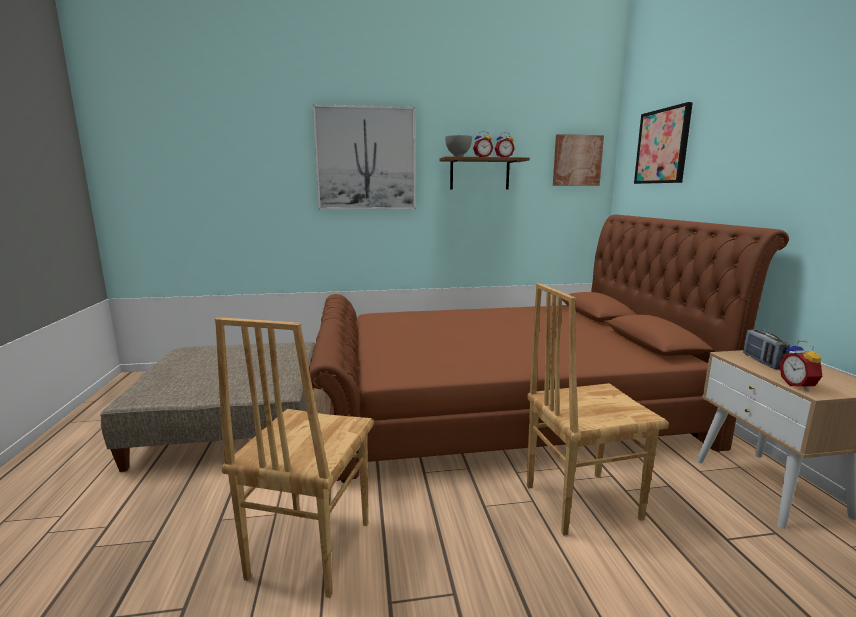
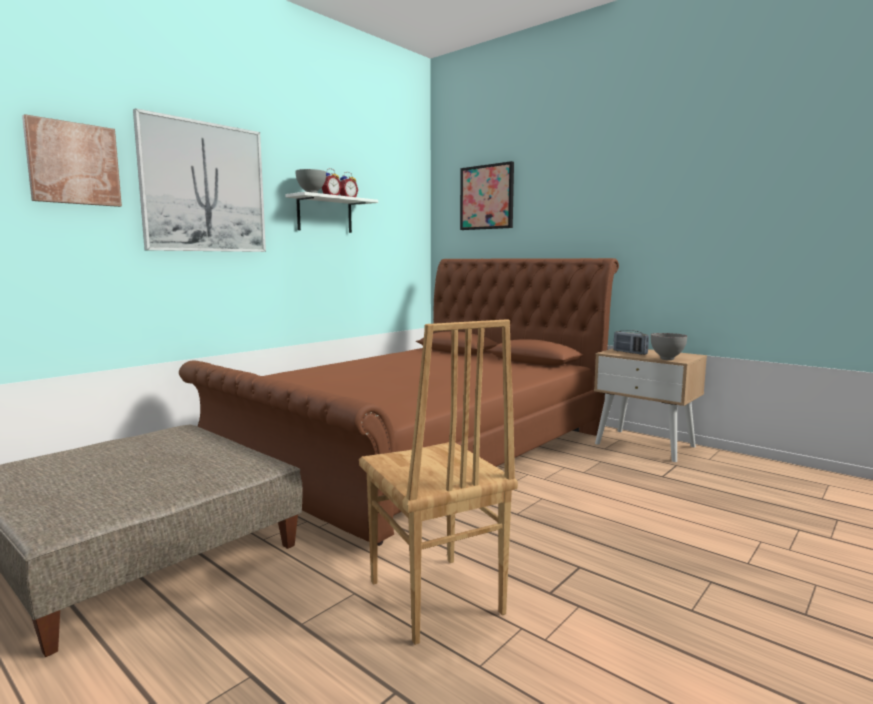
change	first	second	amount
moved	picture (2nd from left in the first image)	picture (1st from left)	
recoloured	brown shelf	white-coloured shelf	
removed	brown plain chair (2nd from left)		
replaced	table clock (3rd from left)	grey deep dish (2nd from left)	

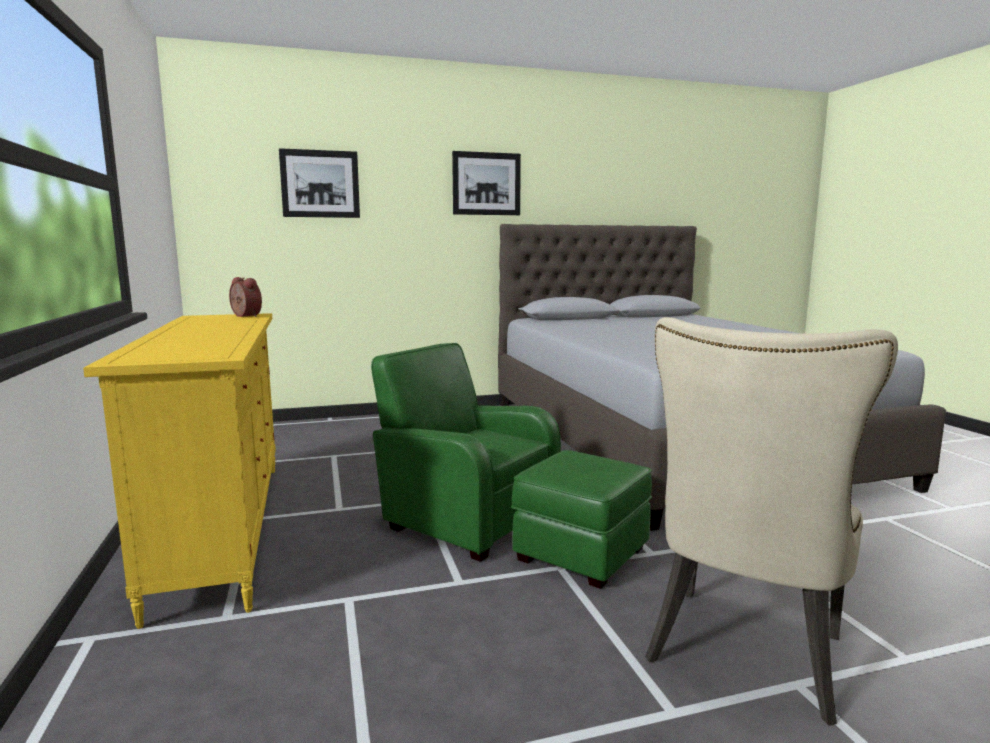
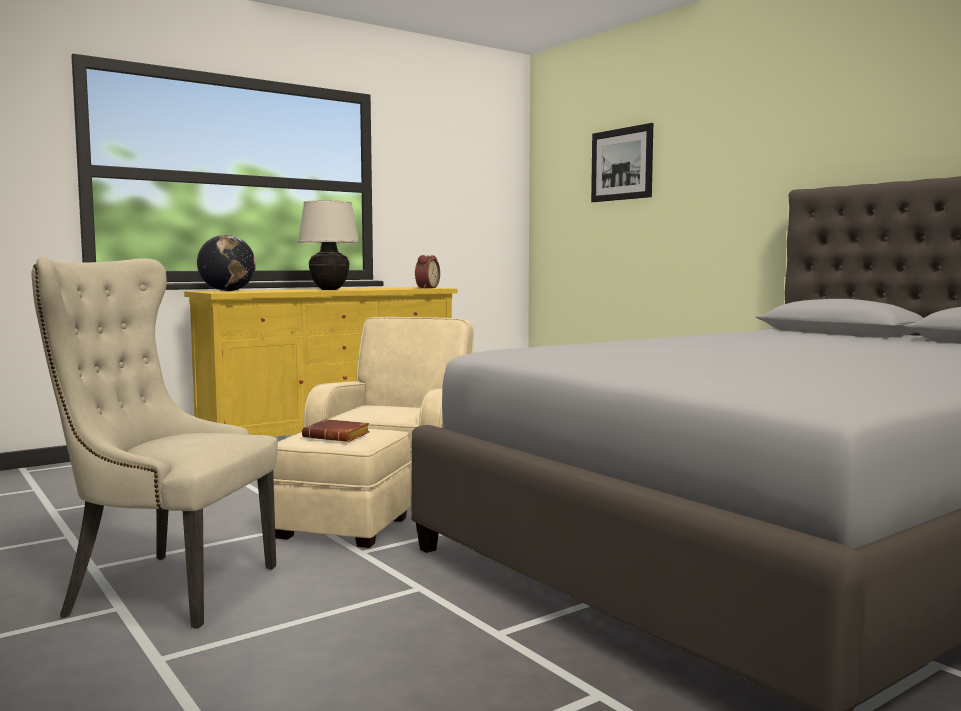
change	first	second	amount
removed	picture (2nd from left)		
recoloured	greenish armchair	beige armchair	
added		beige lamp for a table	
added		world globe	
added		brown book	

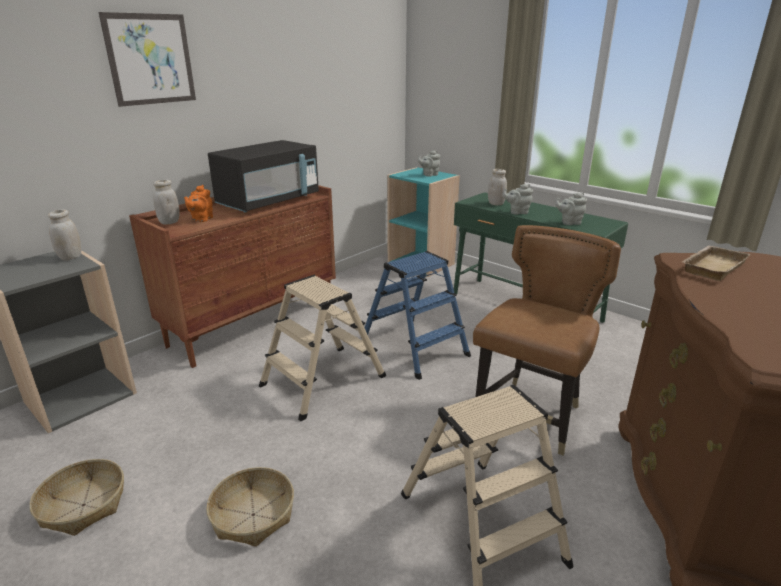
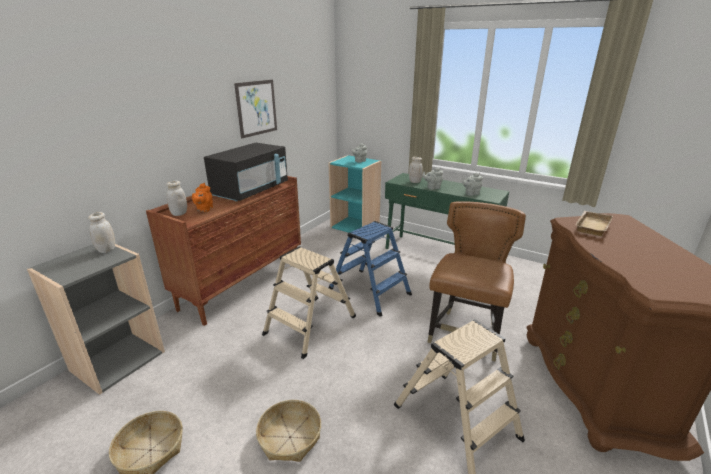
change	first	second	amount
moved	picture		

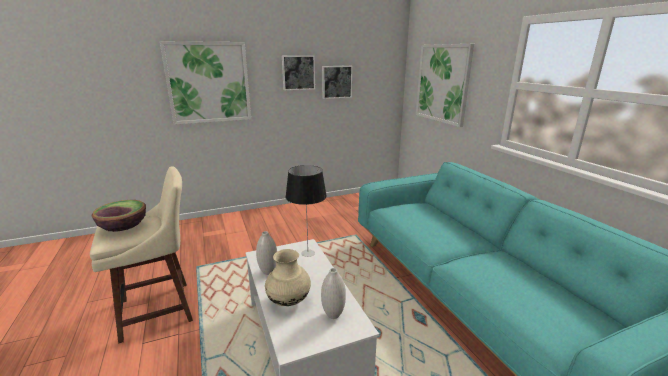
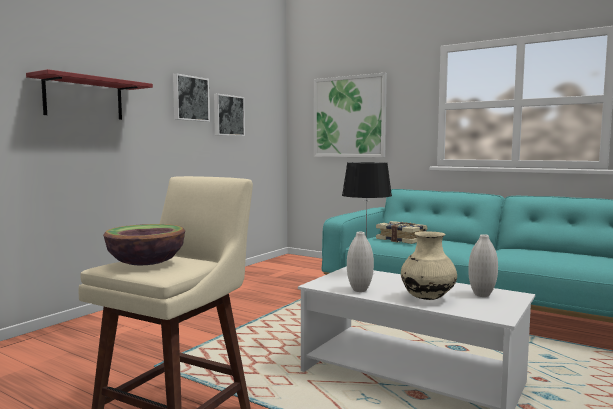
change	first	second	amount
replaced	picture (1st from left)	red shelf	
added		book	

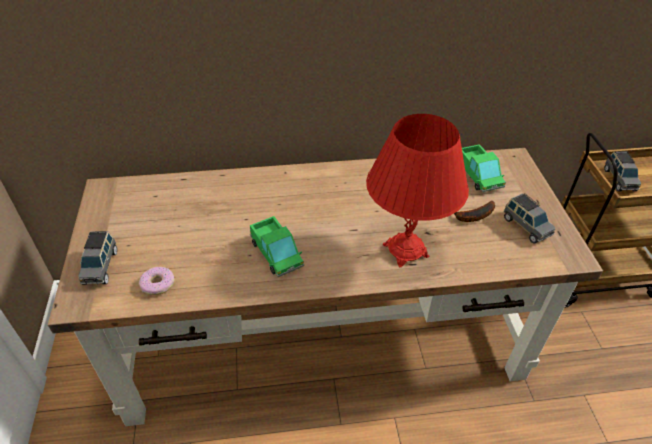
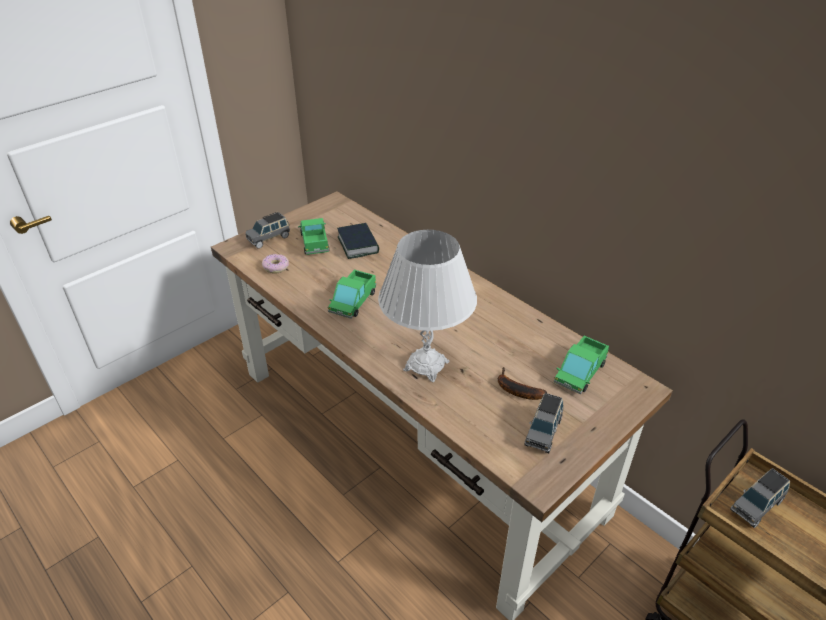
change	first	second	amount
recoloured	red lamp for a table	white-coloured lamp for a table	
added		toy lorry (1st from left)	
added		book	

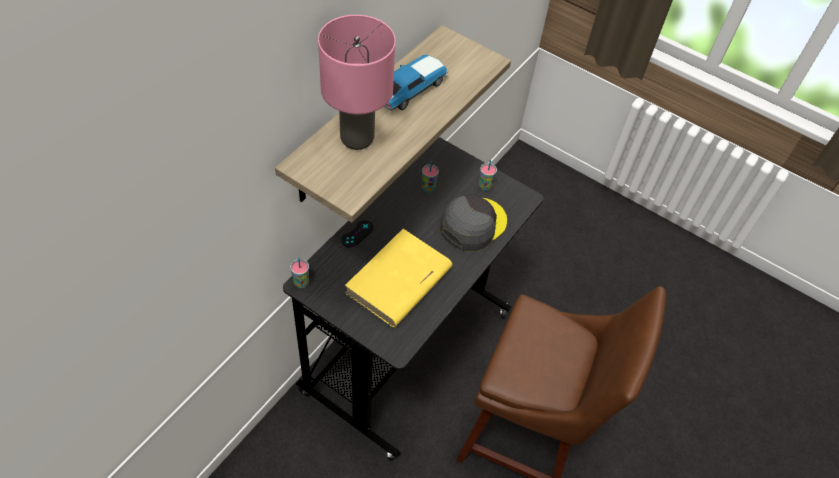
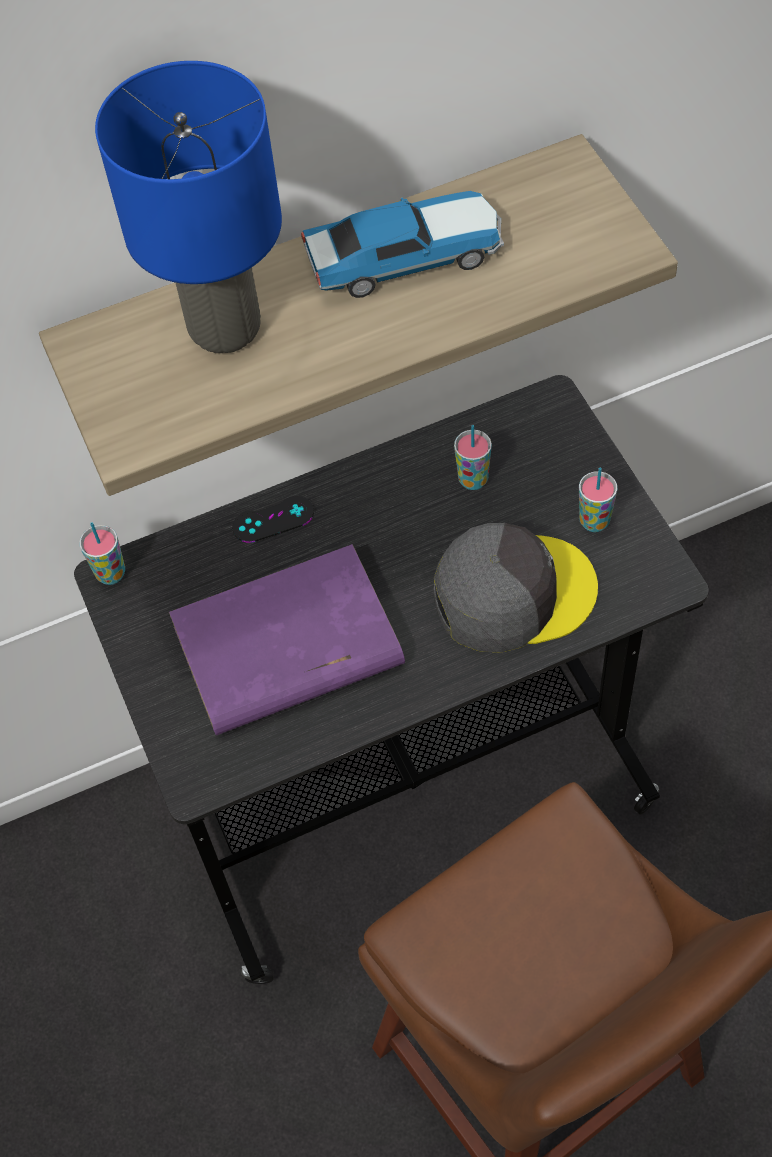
change	first	second	amount
recoloured	pink lamp for a table	bluish lamp for a table	
recoloured	yellow book	purple-coloured book	

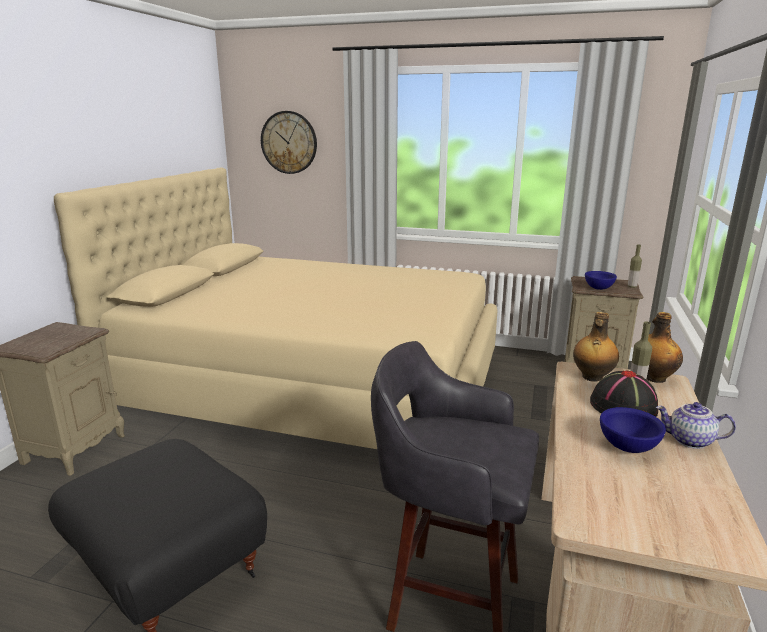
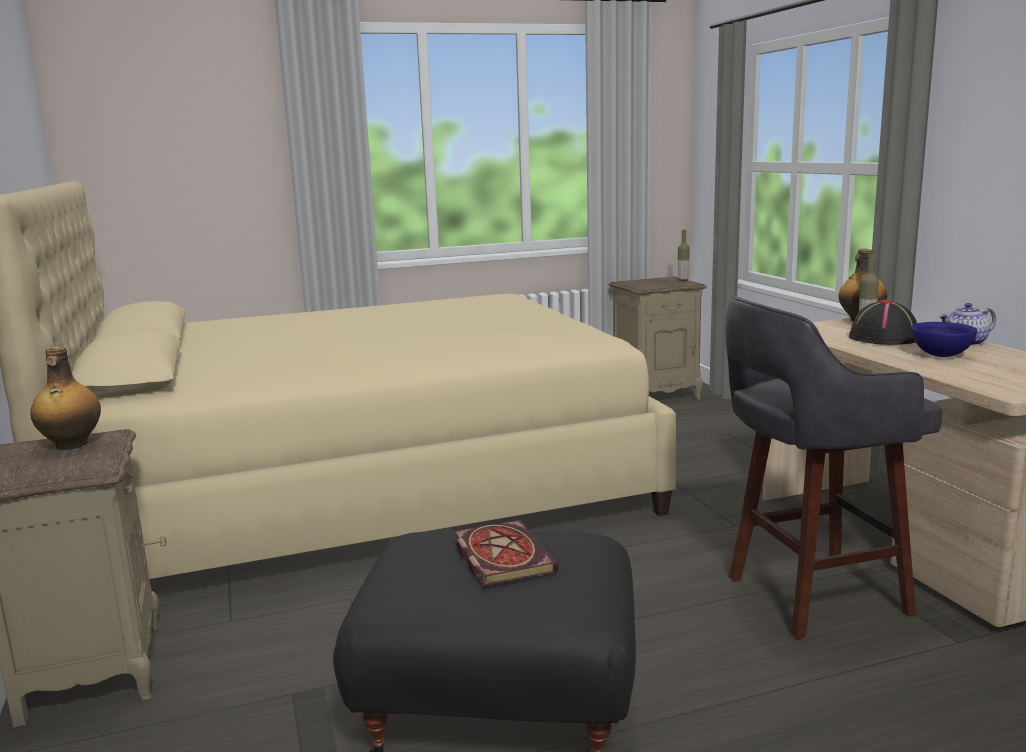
change	first	second	amount
removed	hanging clock		
removed	bluish deep dish (1st from left)		
moved	bottle (1st from left)		
added		book	

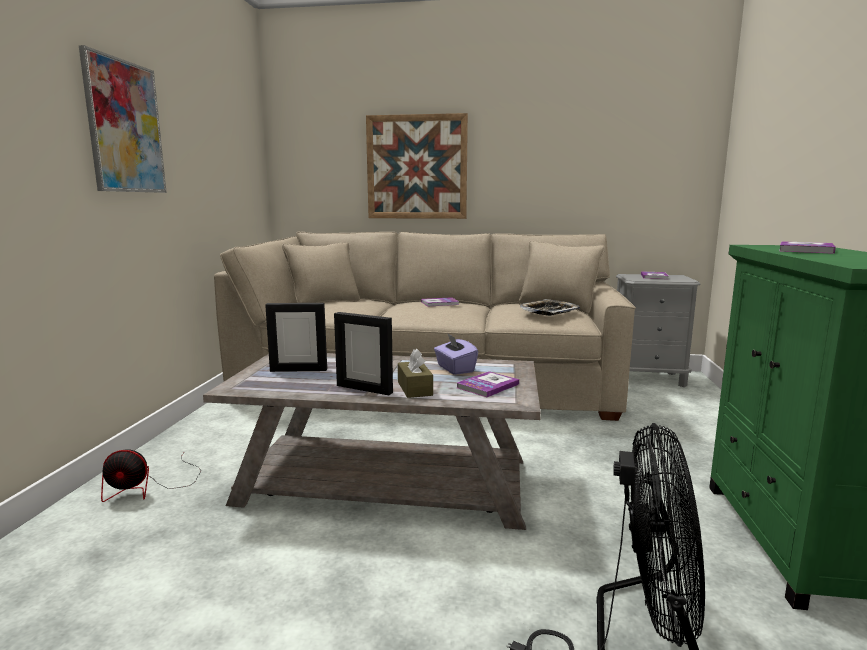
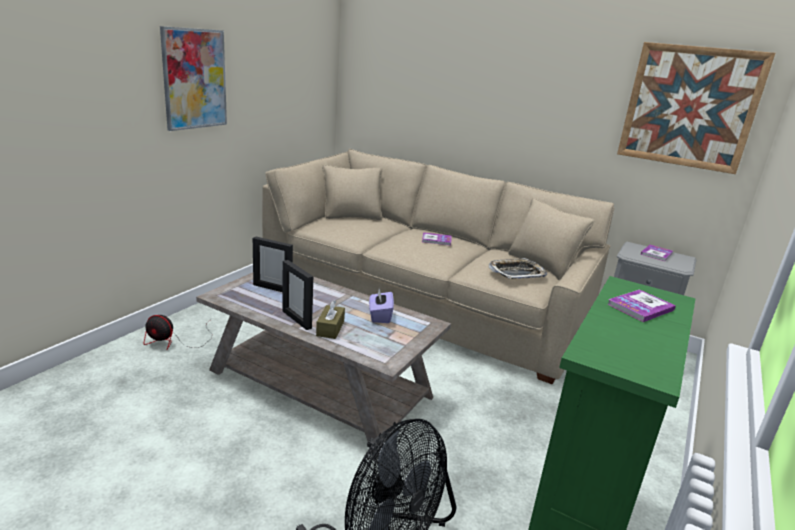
change	first	second	amount
moved	picture (2nd from left)		
removed	book (2nd from left)		

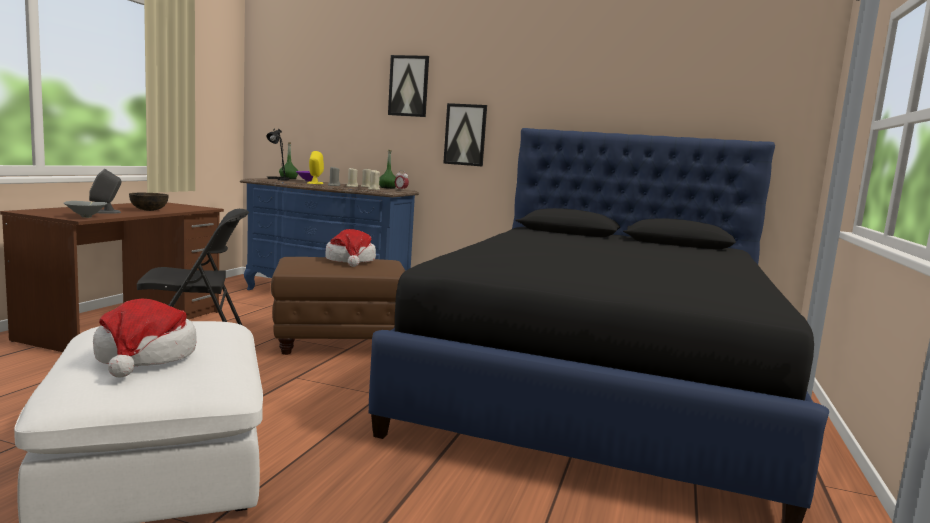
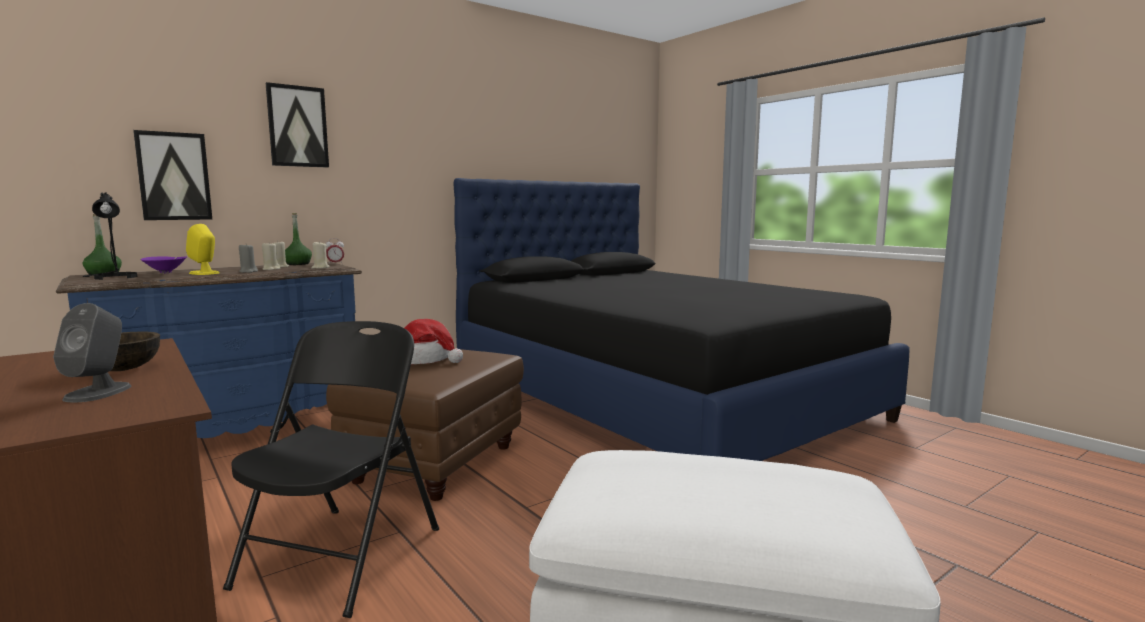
change	first	second	amount
moved	picture (2nd from left in the first image)	picture (1st from left)	
removed	grey deep dish		
removed	wearable hat (1st from left)		

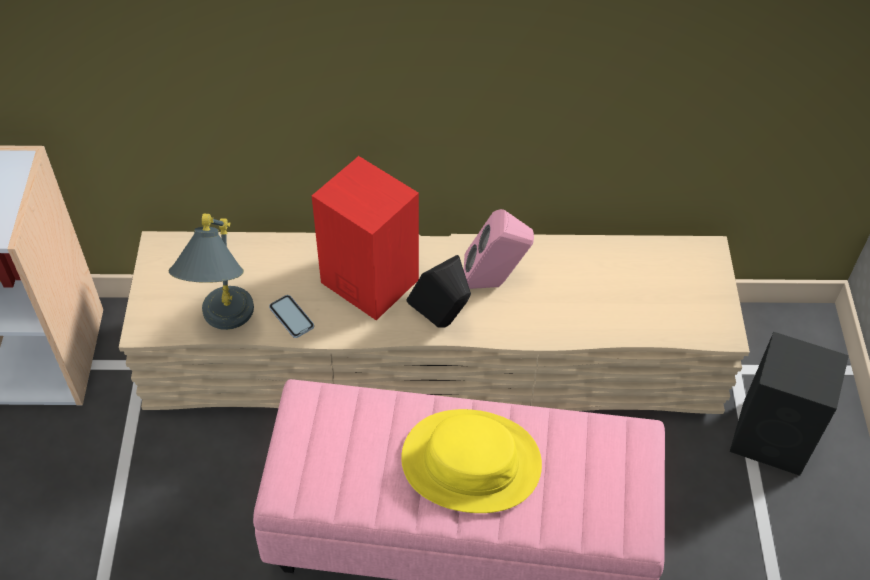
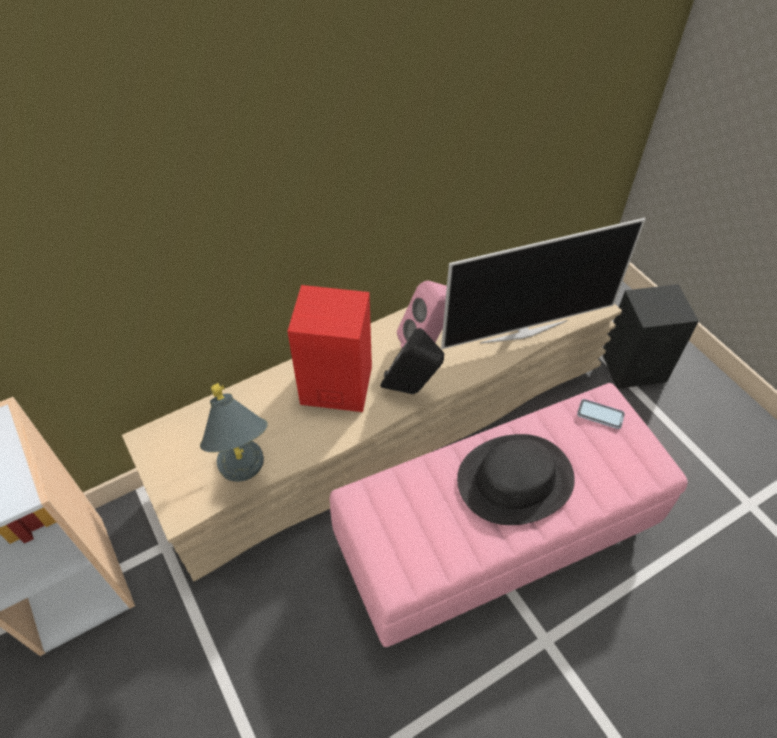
change	first	second	amount
moved	telephone		
recoloured	yellow wearable hat	black wearable hat	
added		TV	

